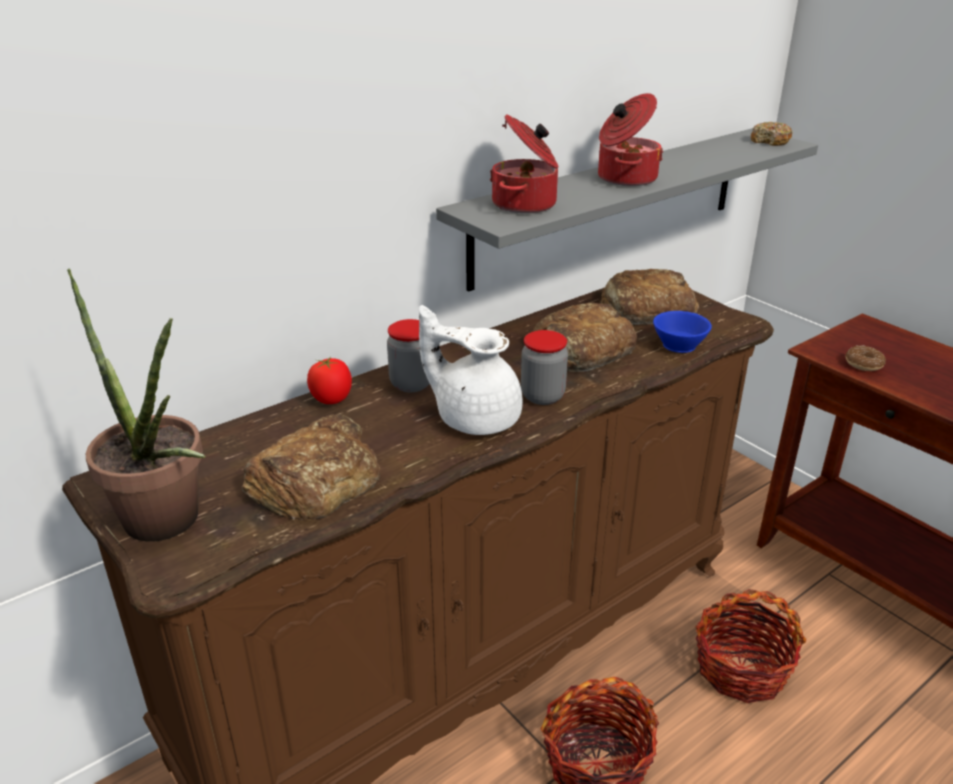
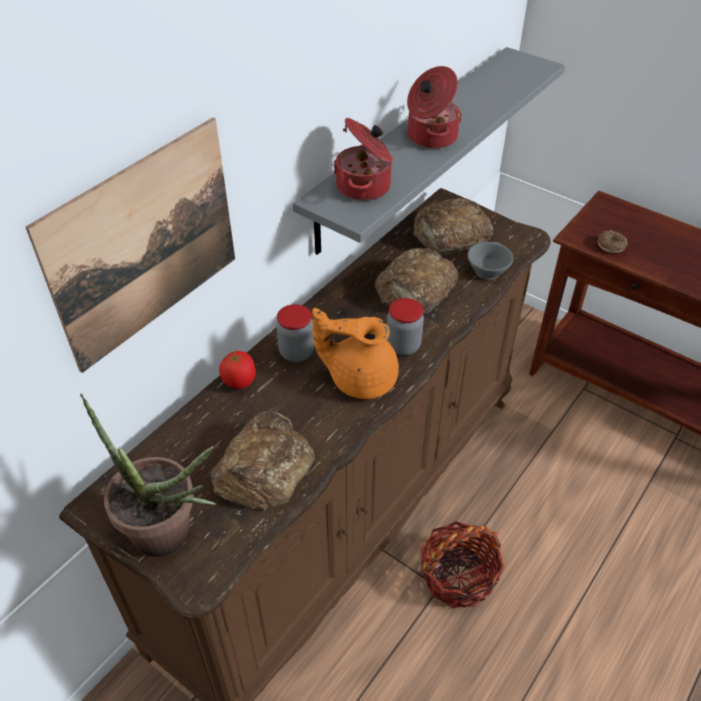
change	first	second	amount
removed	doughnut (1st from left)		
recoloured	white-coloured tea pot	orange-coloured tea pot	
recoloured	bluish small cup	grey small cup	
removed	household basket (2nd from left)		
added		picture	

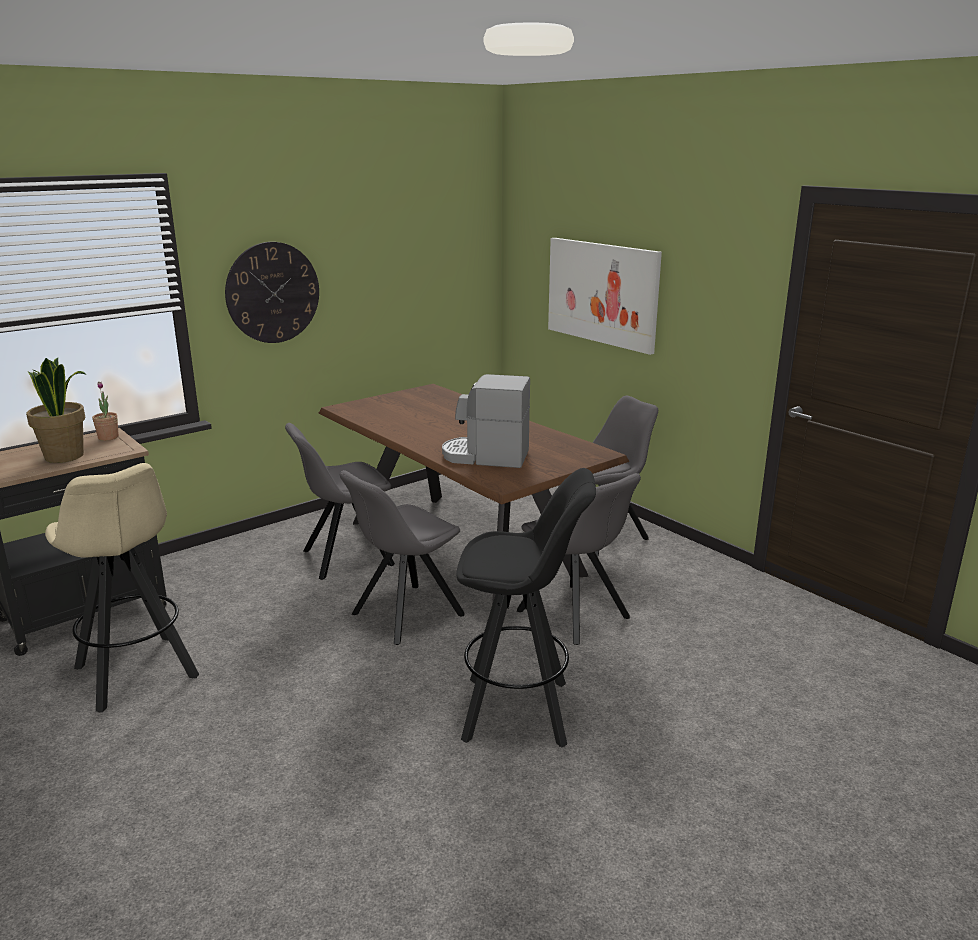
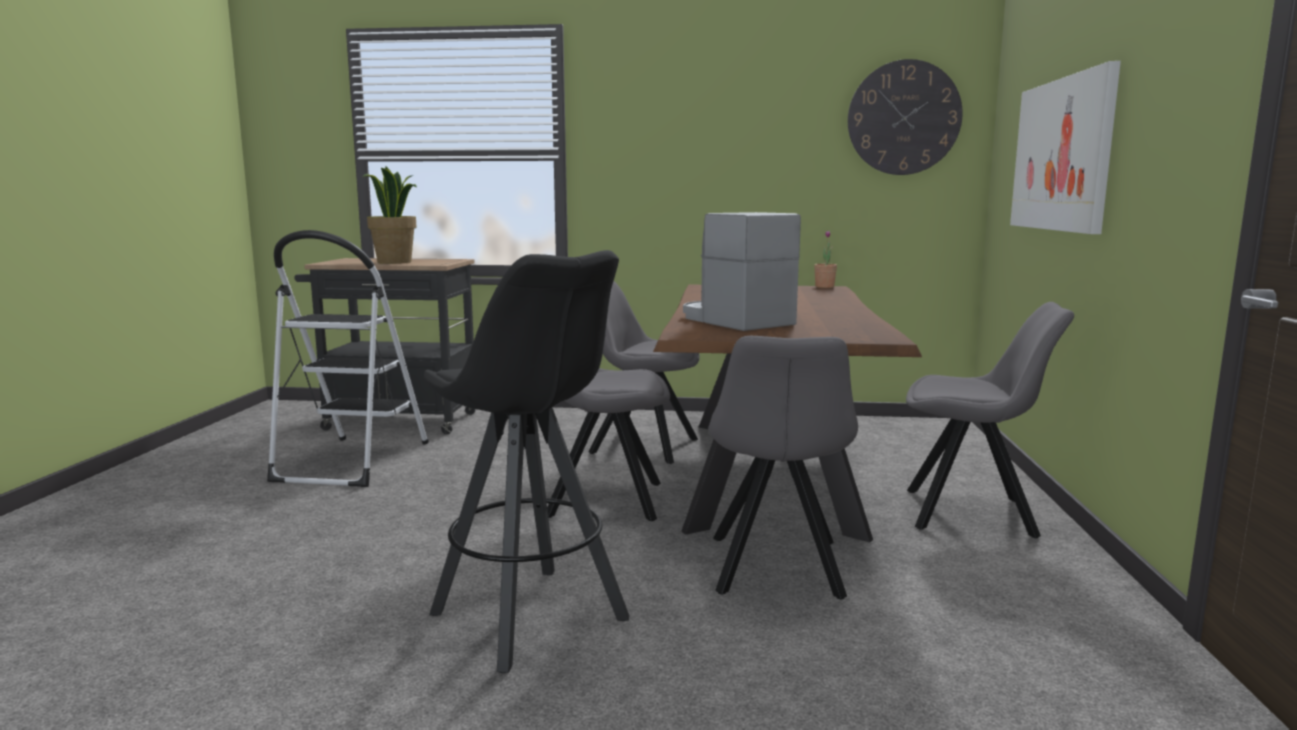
change	first	second	amount
moved	hanging clock		
moved	houseplant (2nd from left)		
replaced	beige stool	step stool	

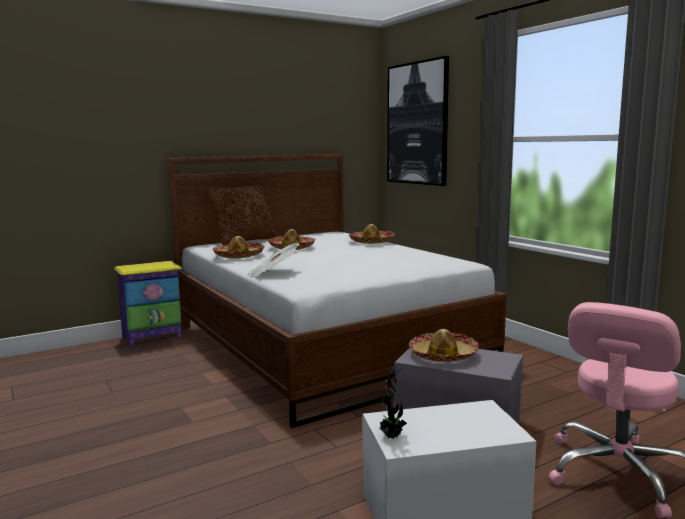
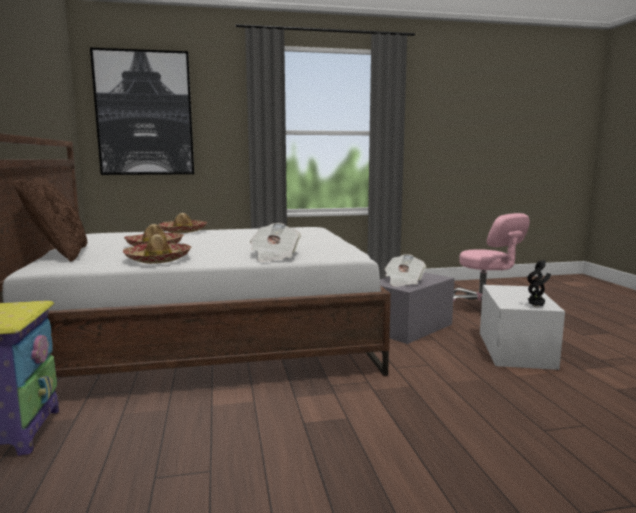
change	first	second	amount
replaced	wearable hat (4th from left)	printed paper (2nd from left)	

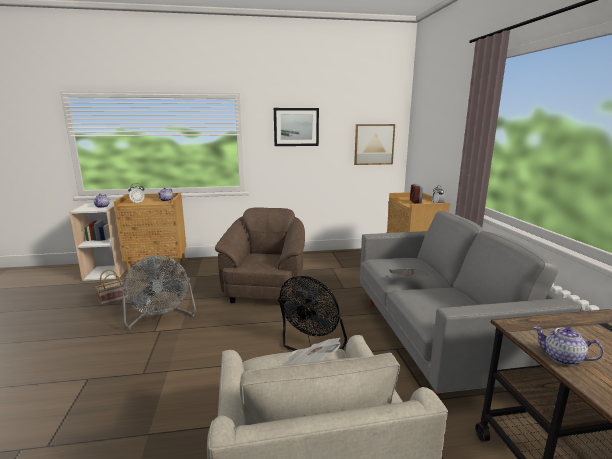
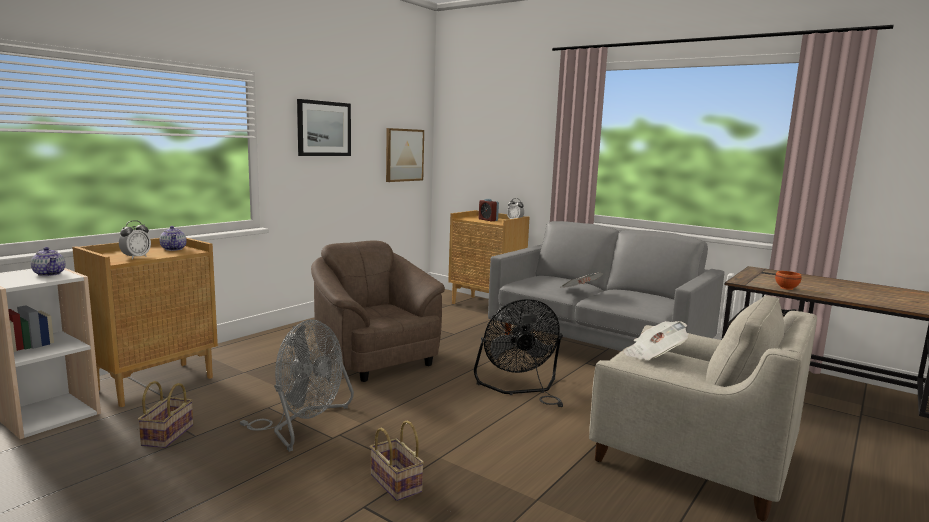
change	first	second	amount
replaced	tea pot (3rd from left)	brown deep dish	
added		household basket (2nd from left)	

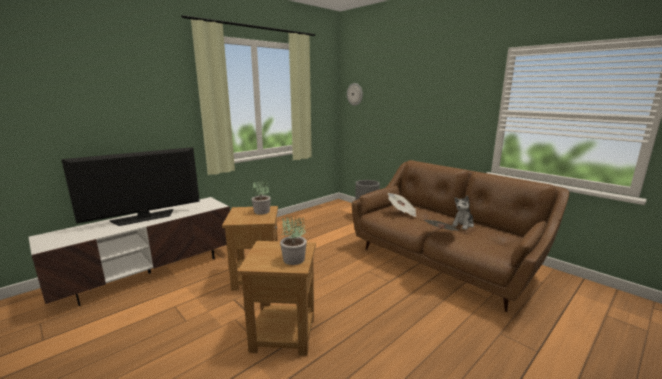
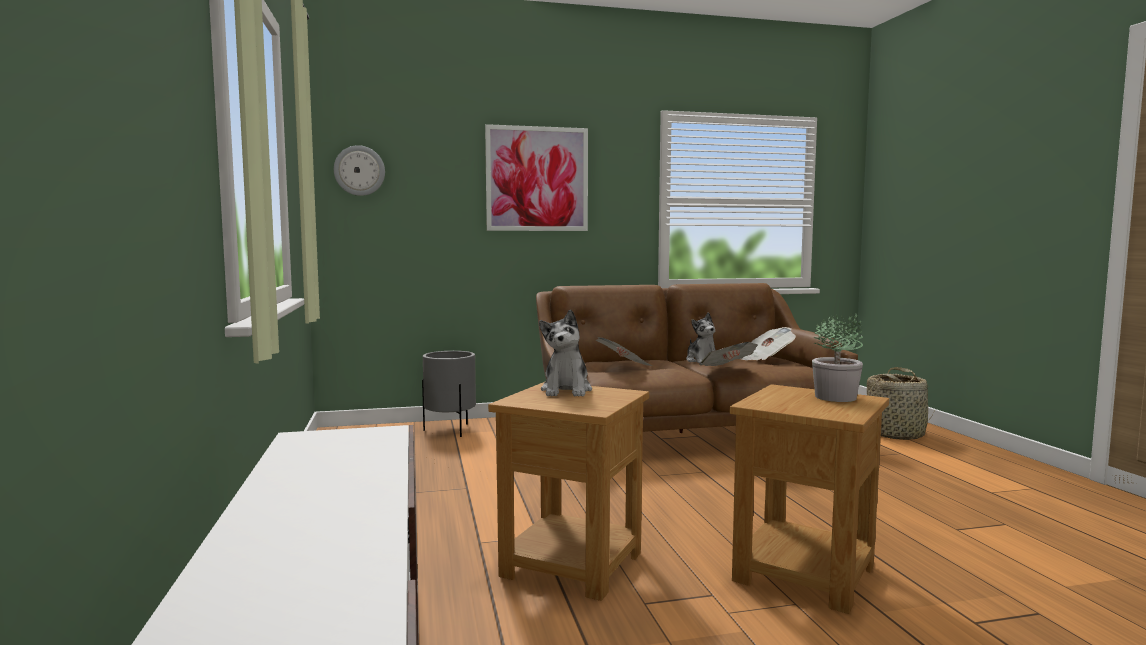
change	first	second	amount
removed	TV		
replaced	houseplant (1st from left)	soft toy (1st from left)	
added		picture	
added		printed paper (3rd from left)	
added		household basket	

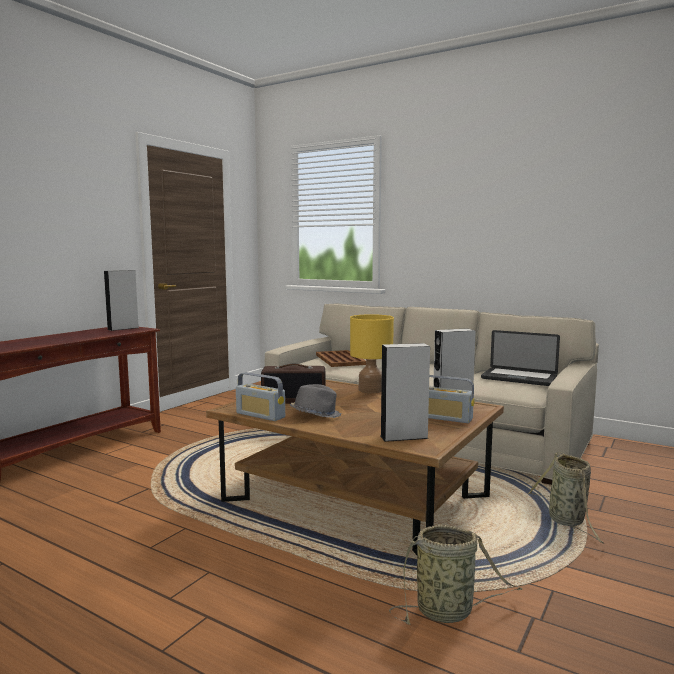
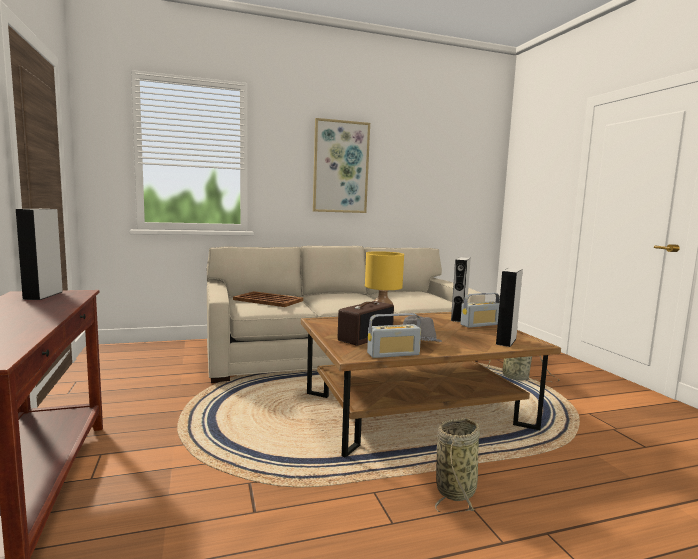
change	first	second	amount
removed	laptop		
moved	household basket (1st from left)		
added		picture	

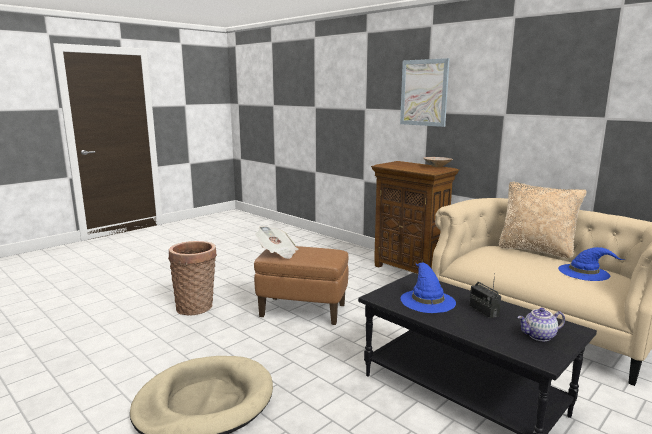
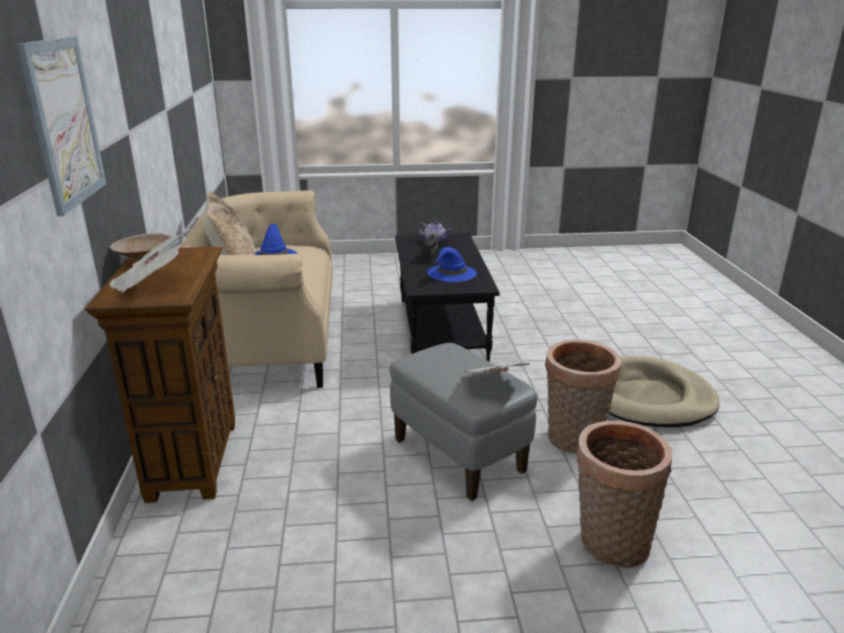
change	first	second	amount
recoloured	brown footrest	grey footrest	
added		printed paper (1st from left)	
added		household basket (1st from left)	

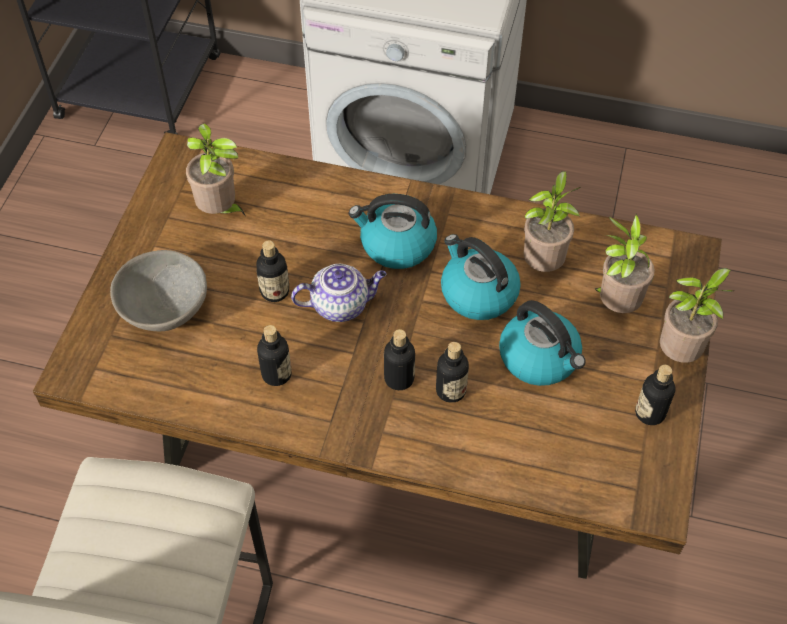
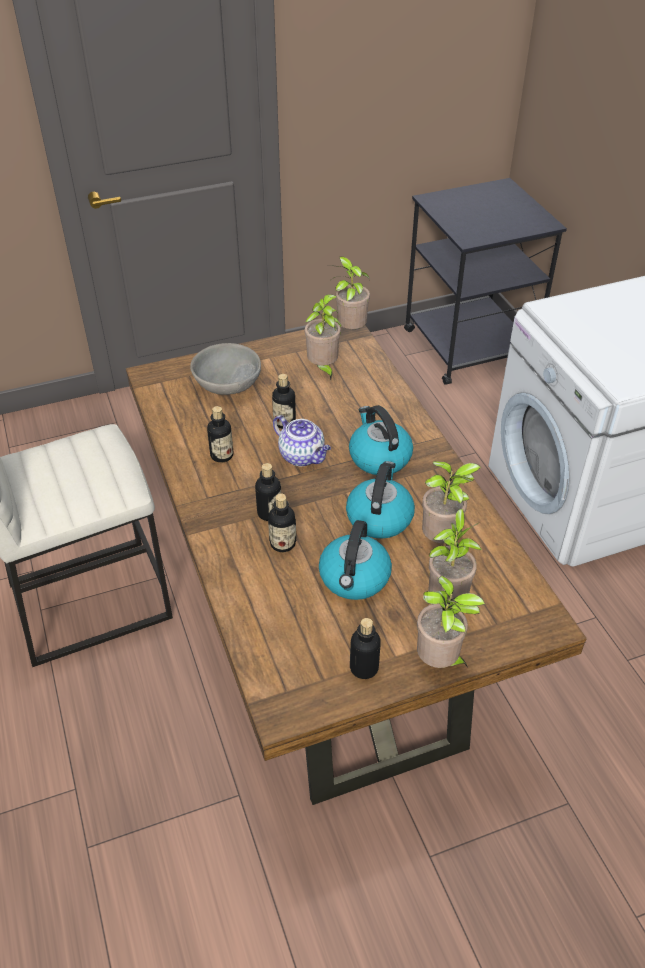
change	first	second	amount
added		houseplant (2nd from left)	

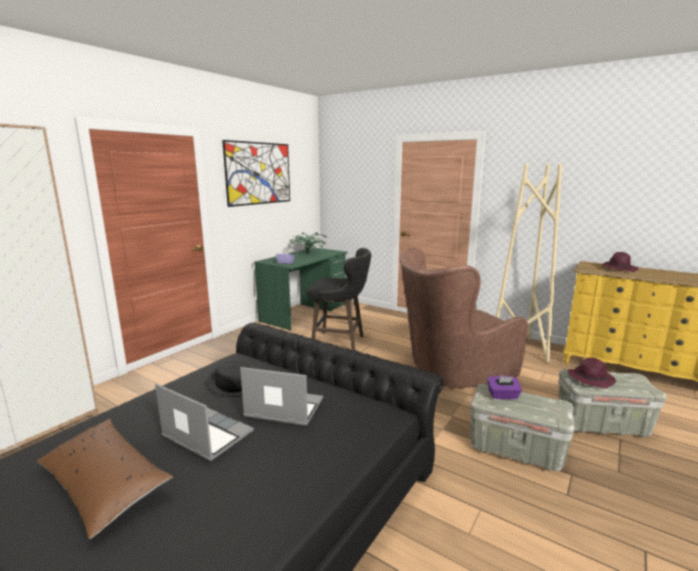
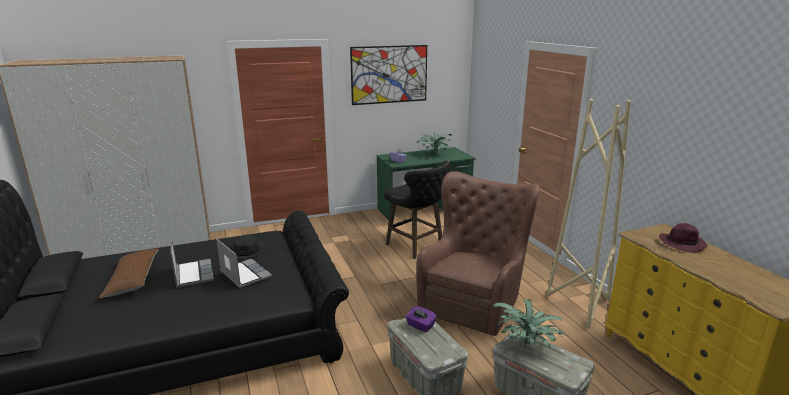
change	first	second	amount
turned	brown armchair		105 degrees clockwise
replaced	purple-coloured wearable hat (1st from left)	houseplant (2nd from left)	

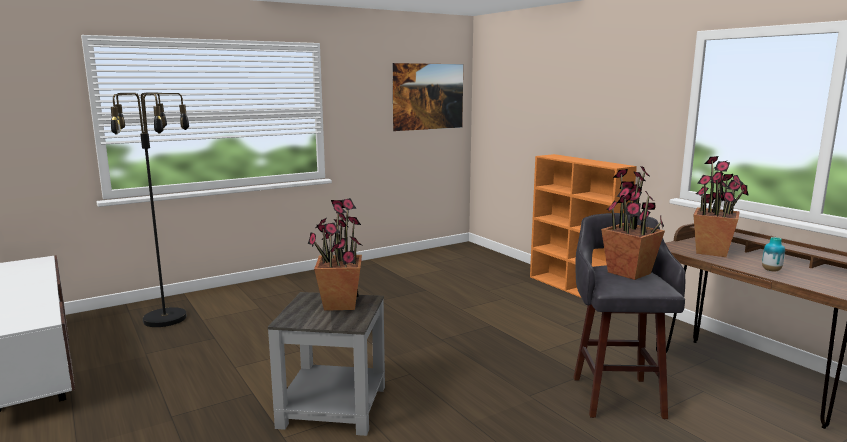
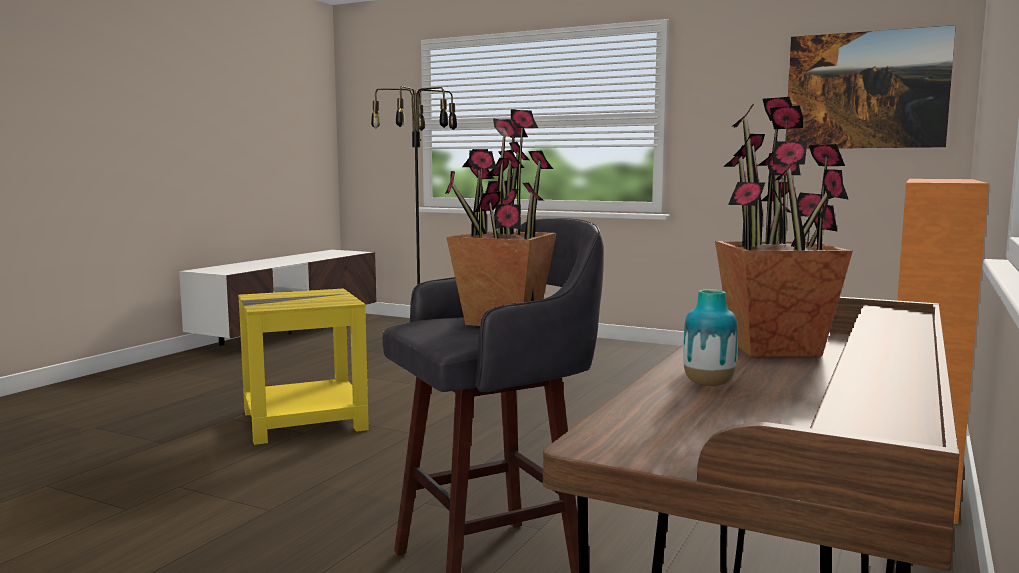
change	first	second	amount
removed	houseplant (1st from left)		
recoloured	grey side table	yellow side table	

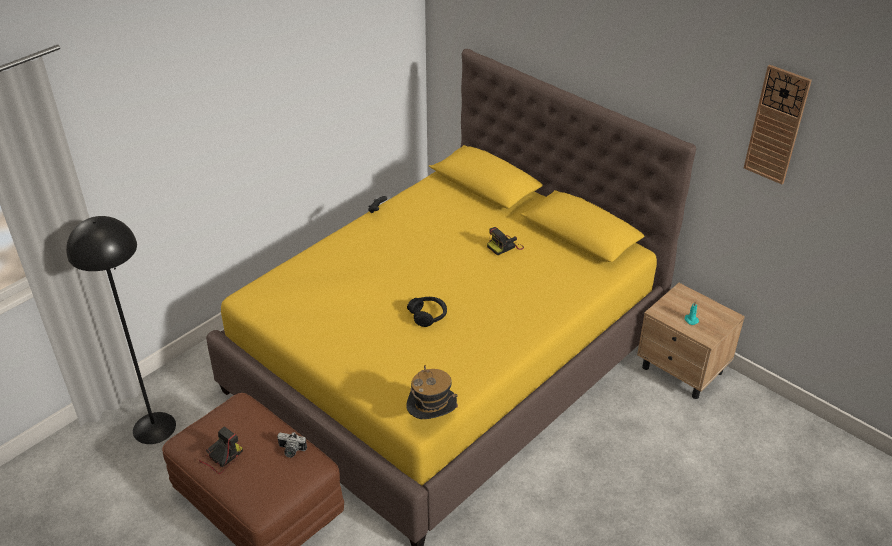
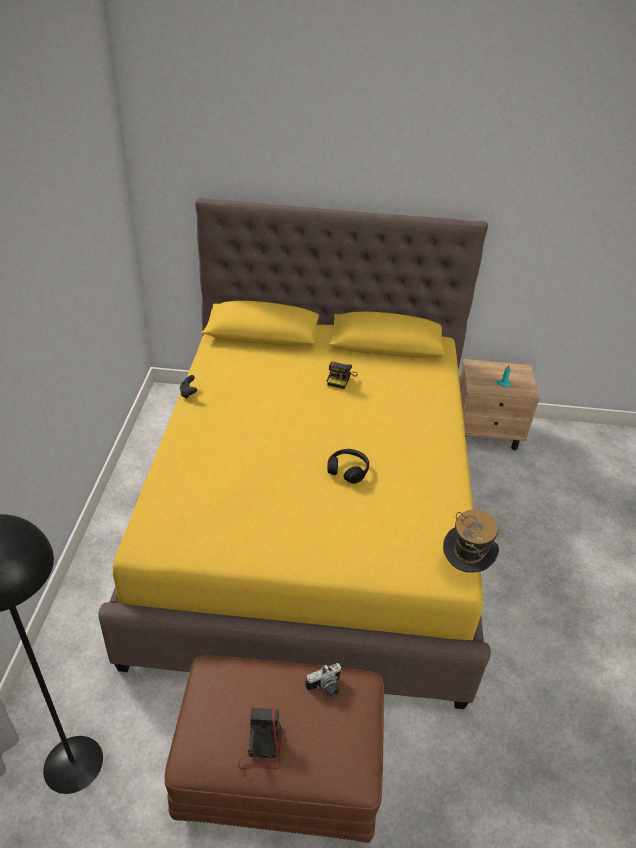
change	first	second	amount
removed	hanging clock		

